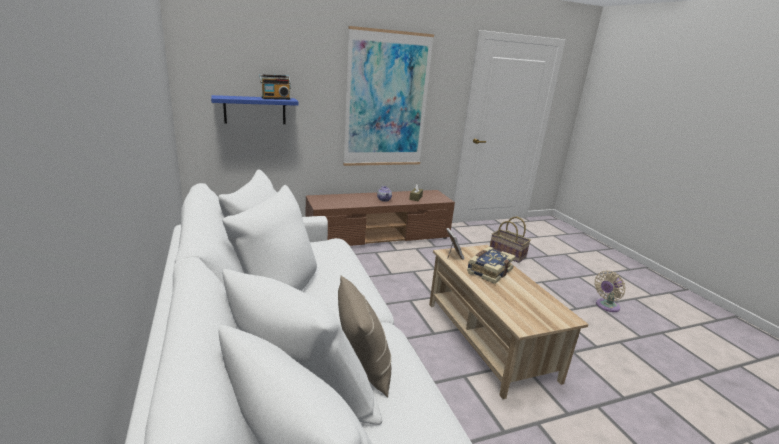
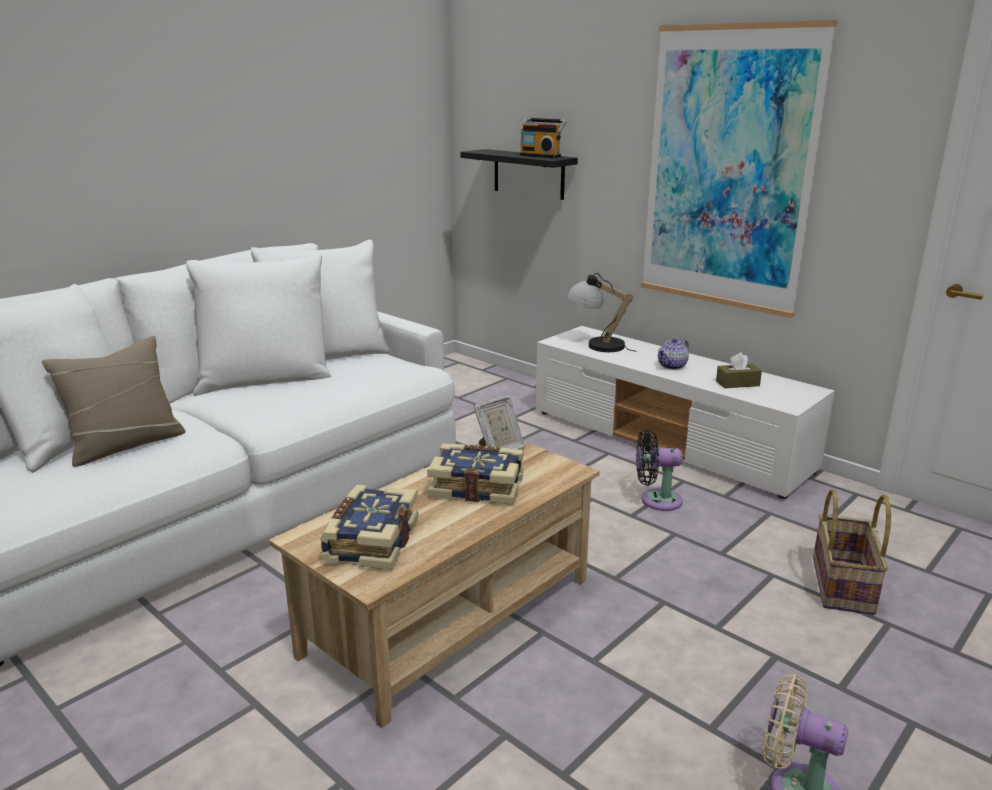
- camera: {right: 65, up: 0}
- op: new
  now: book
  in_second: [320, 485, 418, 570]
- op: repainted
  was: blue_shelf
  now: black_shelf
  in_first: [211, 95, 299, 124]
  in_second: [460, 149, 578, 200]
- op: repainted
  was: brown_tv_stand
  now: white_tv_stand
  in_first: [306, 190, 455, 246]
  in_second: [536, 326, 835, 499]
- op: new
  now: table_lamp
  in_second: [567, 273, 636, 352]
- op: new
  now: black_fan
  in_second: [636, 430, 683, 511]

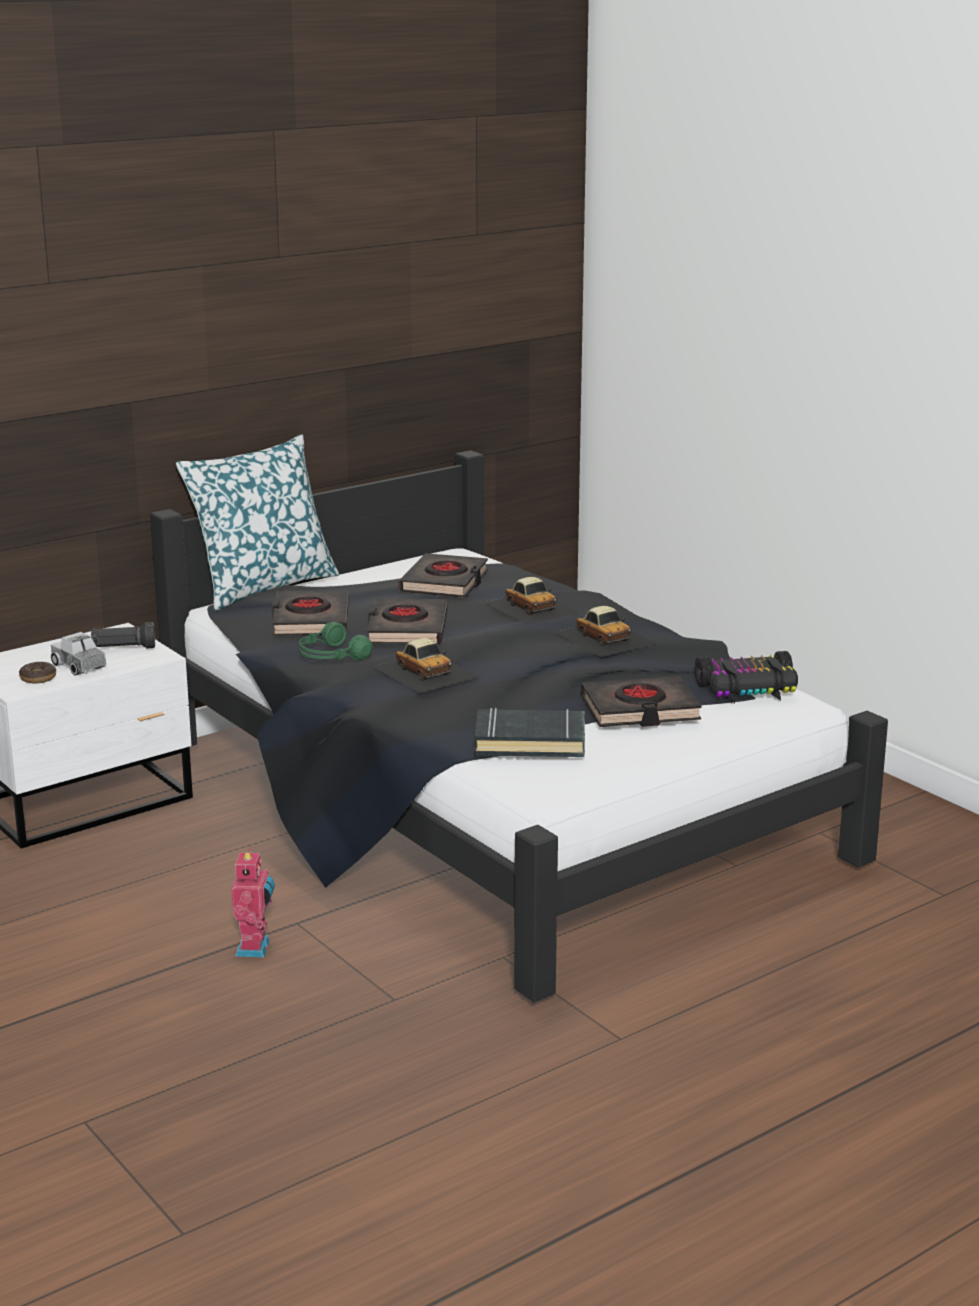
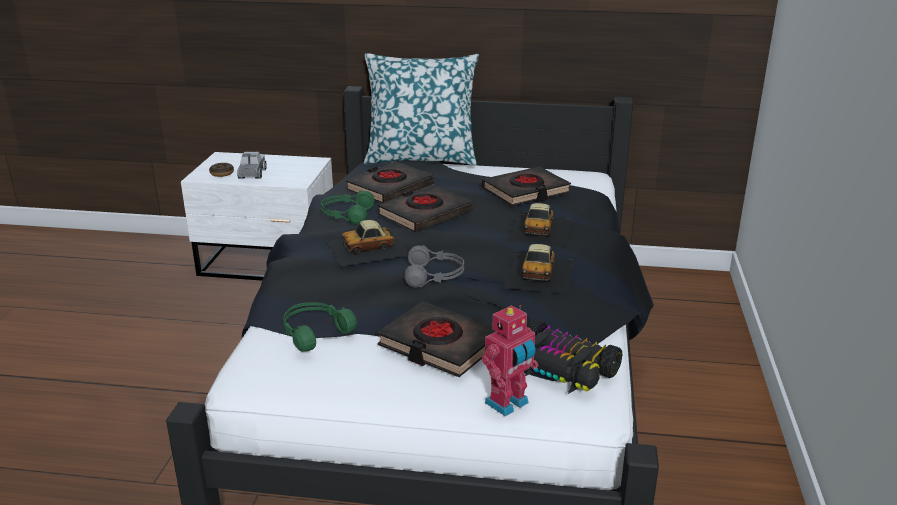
- camera: {right: 45, up: 5}
- op: swapped
  was: black_book
  now: green_headphones
  in_first: [475, 708, 585, 757]
  in_second: [283, 302, 357, 352]
- op: rotated
  was: toy_car
  in_first: [373, 638, 479, 693]
  in_second: [327, 220, 409, 266]
  clockwise: 60
- op: new
  now: grey_headphones
  in_second: [404, 245, 464, 288]
- op: shifted
  was: toy_robot
  in_first: [231, 849, 275, 957]
  in_second: [482, 305, 538, 416]
- op: gone
  was: black_flashlight
  in_first: [91, 622, 155, 648]

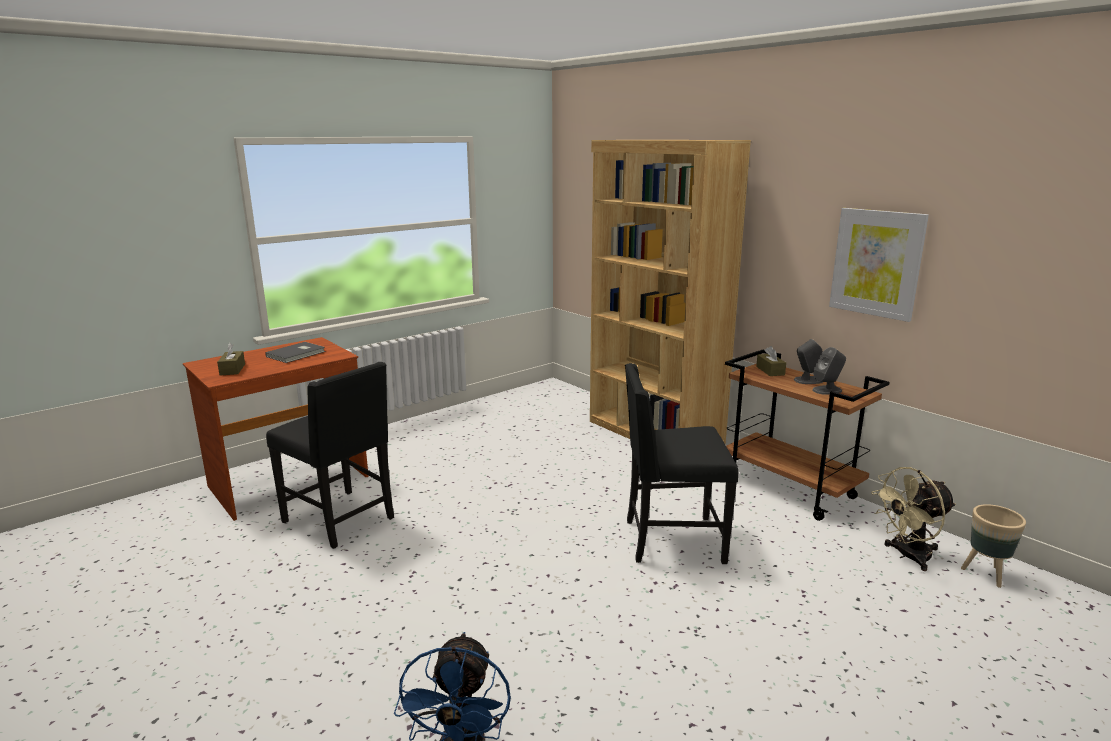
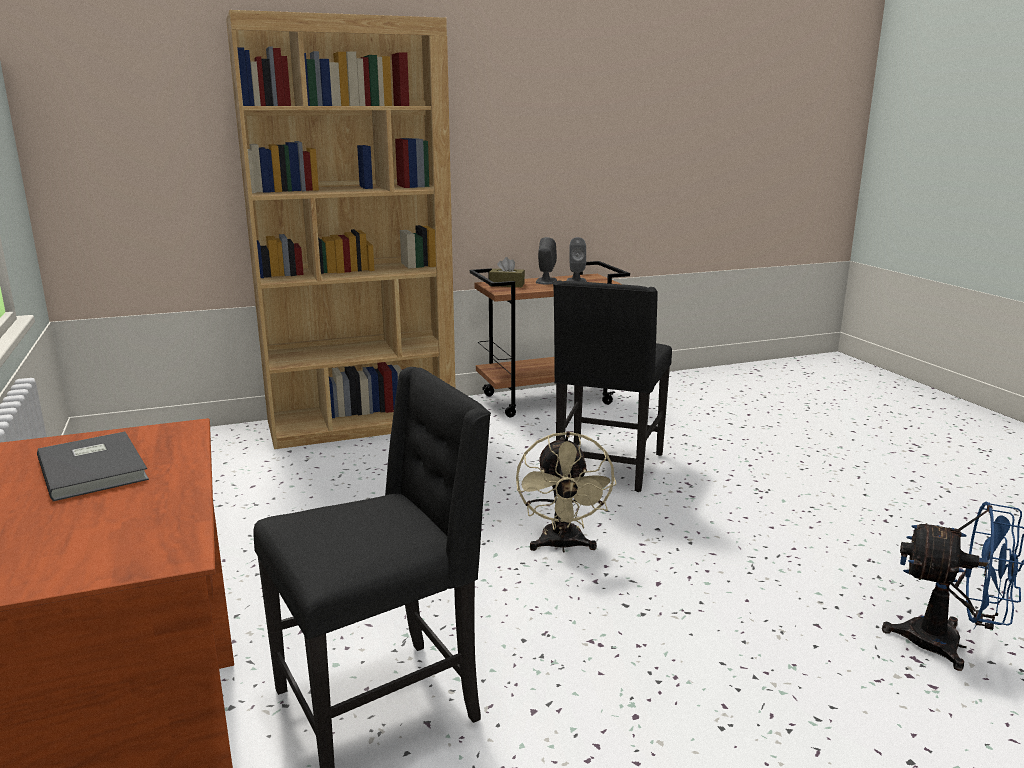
- camera: {right: -70, up: 0}
- op: shifted
  was: beige_fan
  in_first: [871, 467, 956, 571]
  in_second: [516, 431, 616, 553]
- op: gone
  was: brown_tissue_box
  in_first: [217, 343, 245, 376]
- op: gone
  was: picture
  in_first: [829, 208, 929, 322]
- op: gone
  was: beige_planter
  in_first: [961, 504, 1026, 588]

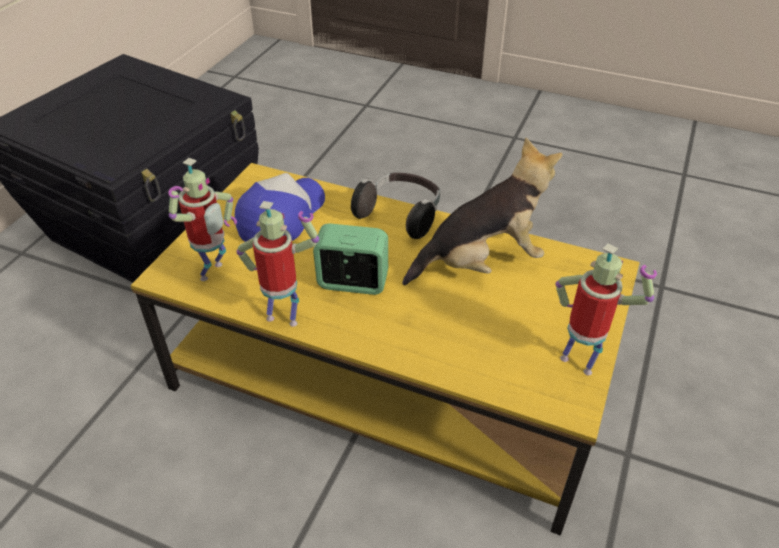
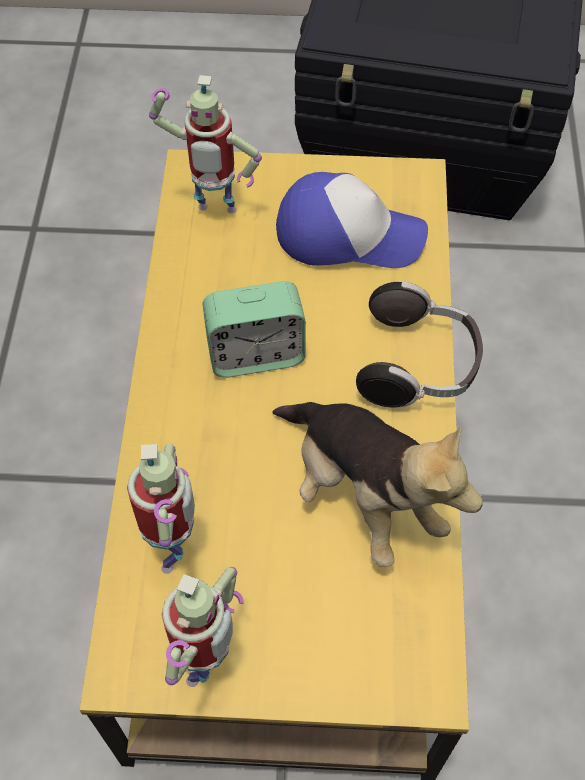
- camera: {right: 70, up: 15}
- op: shifted
  was: toy_robot
  in_first: [236, 201, 319, 327]
  in_second: [127, 444, 195, 574]
- op: rotated
  was: alarm_clock
  in_first: [313, 223, 388, 295]
  in_second: [203, 281, 306, 378]
  clockwise: 90

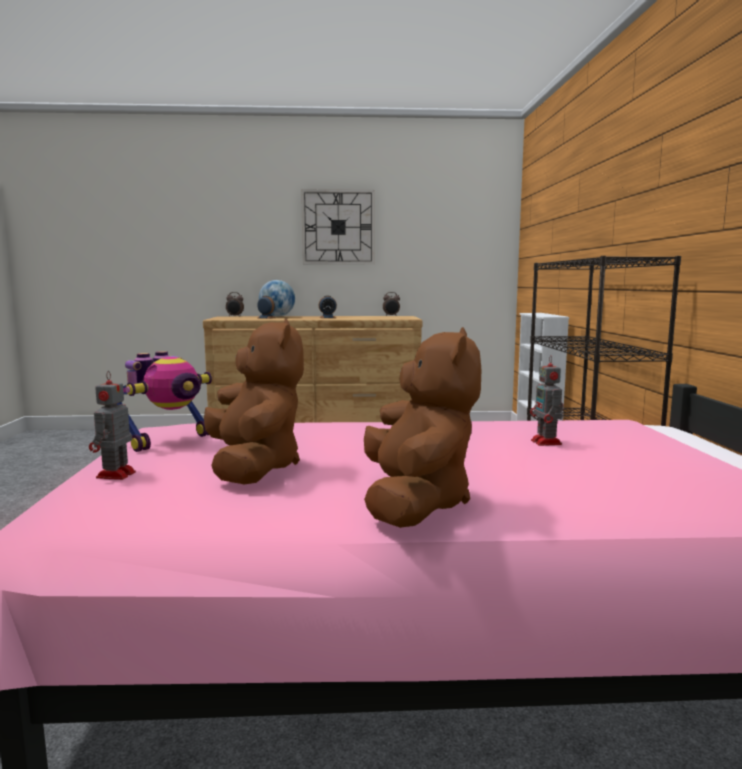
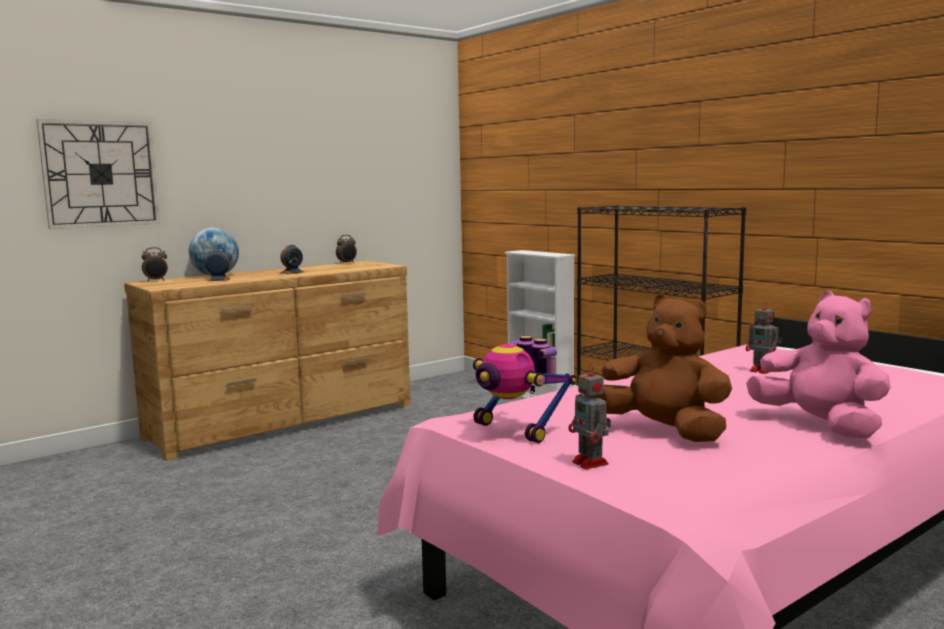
- camera: {right: -35, up: 0}
- op: shifted
  was: wall_clock
  in_first: [301, 189, 375, 264]
  in_second: [36, 119, 160, 229]
- op: rotated
  was: toy_robot
  in_first: [117, 351, 213, 452]
  in_second: [473, 336, 577, 443]
  clockwise: 135
- op: repainted
  was: brown_plush_toy
  now: pink_plush_toy
  in_first: [364, 327, 481, 528]
  in_second: [746, 291, 891, 438]

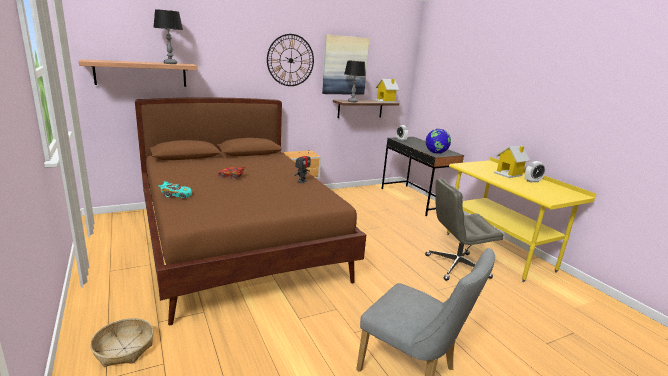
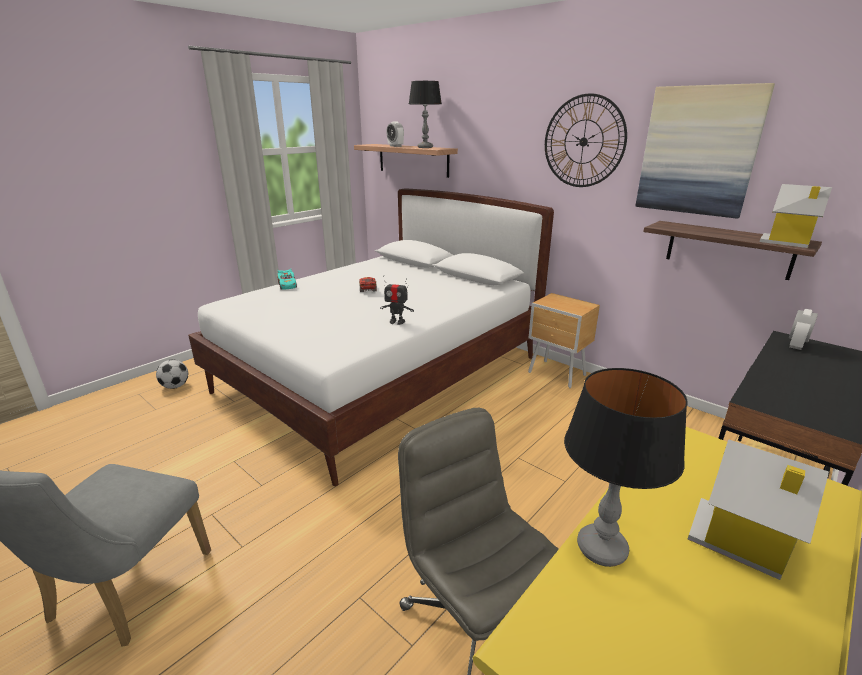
- camera: {right: 70, up: 5}
- op: swapped
  was: basket
  now: football
  in_first: [90, 318, 154, 367]
  in_second: [156, 360, 188, 389]
- op: repainted
  was: brown_bed
  now: white_bed
  in_first: [135, 97, 366, 325]
  in_second: [188, 188, 554, 486]
- op: shifted
  was: alarm_clock
  in_first: [524, 161, 545, 182]
  in_second: [386, 121, 404, 147]
- op: shifted
  was: table_lamp
  in_first: [344, 61, 366, 102]
  in_second: [564, 368, 687, 567]
- op: gone
  was: globe
  in_first: [426, 129, 451, 154]

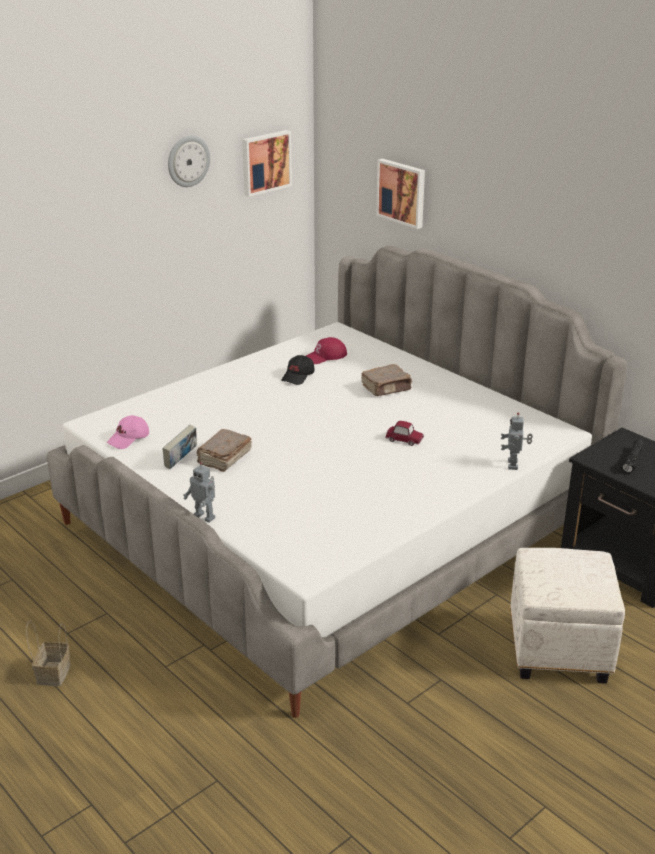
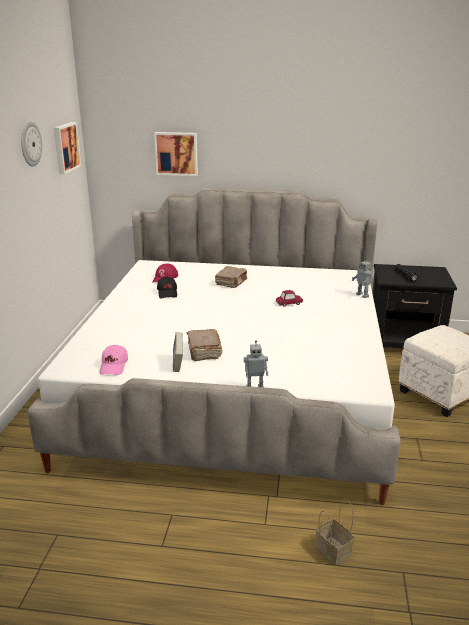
- camera: {right: -40, up: -5}
- op: shifted
  was: basket
  in_first: [26, 621, 71, 686]
  in_second: [316, 498, 355, 565]

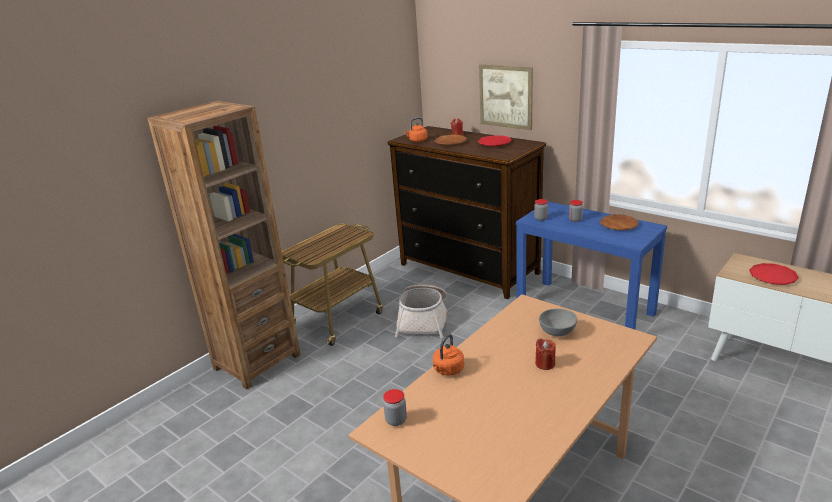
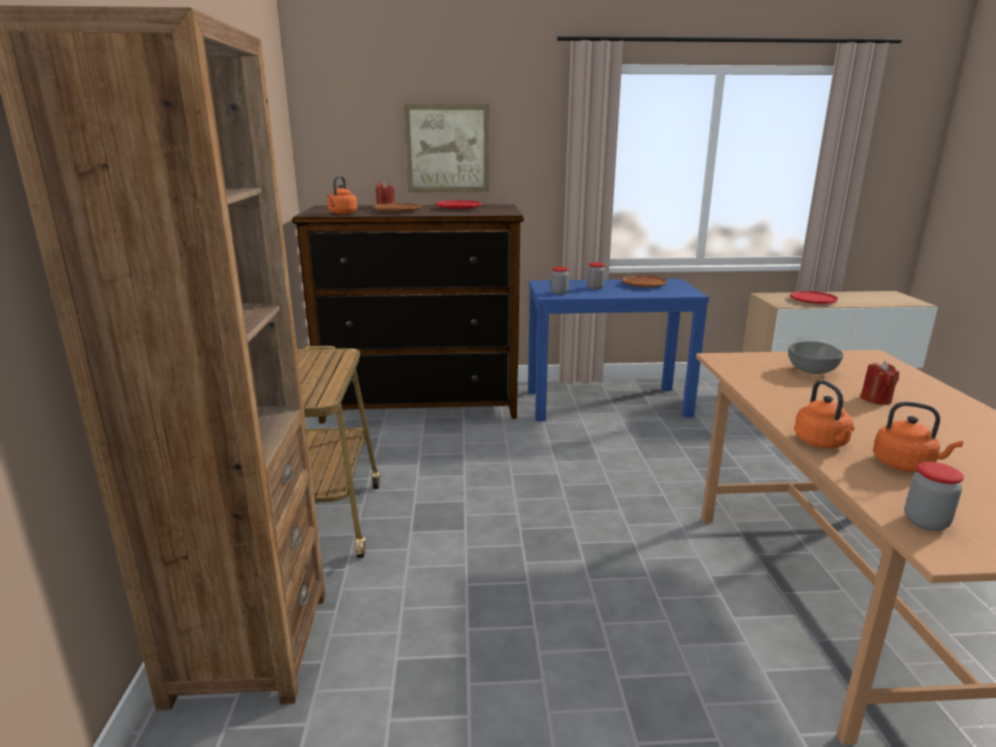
- camera: {right: -45, up: -5}
- op: new
  now: orange_kettle
  in_second: [873, 402, 963, 472]
- op: gone
  was: basket
  in_first: [395, 284, 448, 339]

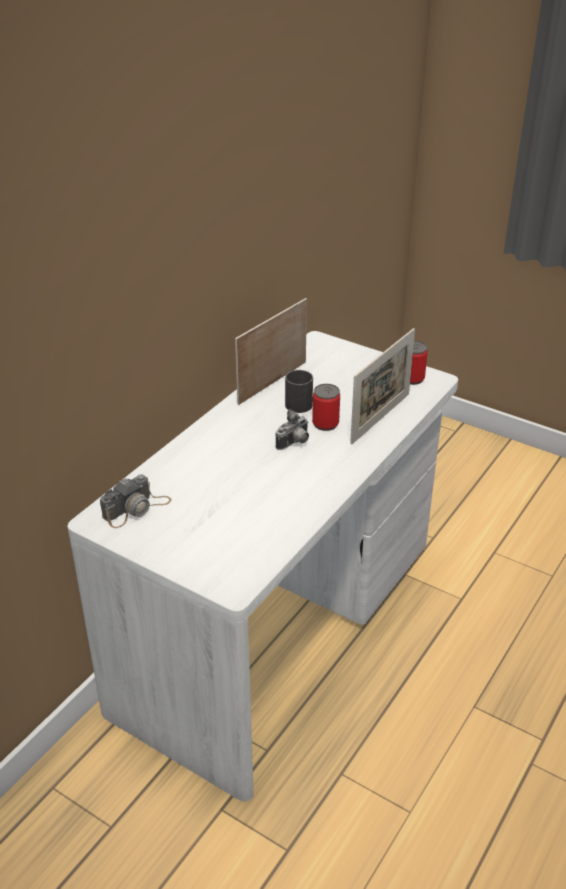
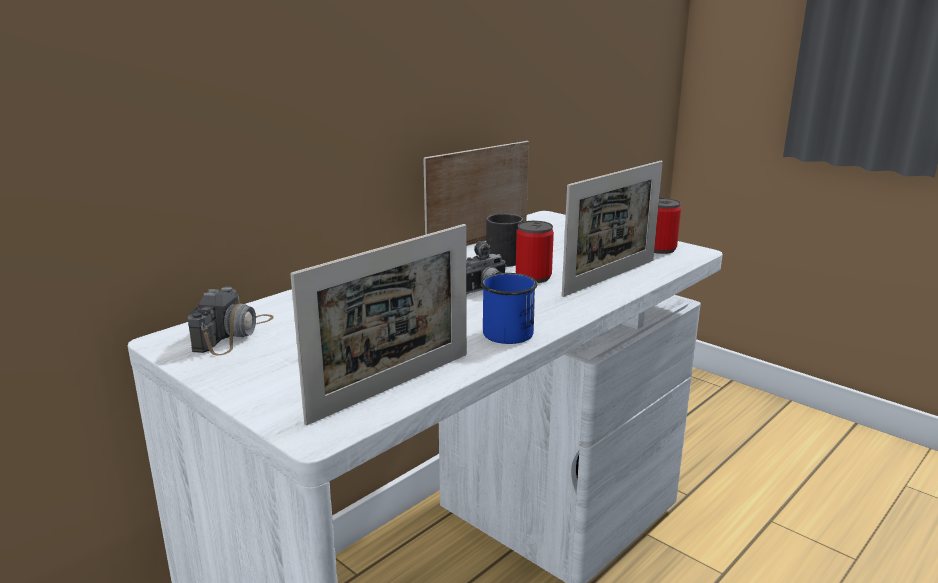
- camera: {right: 10, up: -15}
- op: rotated
  was: photo_camera
  in_first: [100, 474, 171, 528]
  in_second: [188, 287, 274, 355]
  clockwise: -45
- op: new
  now: picture_frame
  in_second: [290, 224, 467, 425]
- op: new
  now: blue_mug
  in_second: [481, 273, 538, 344]

